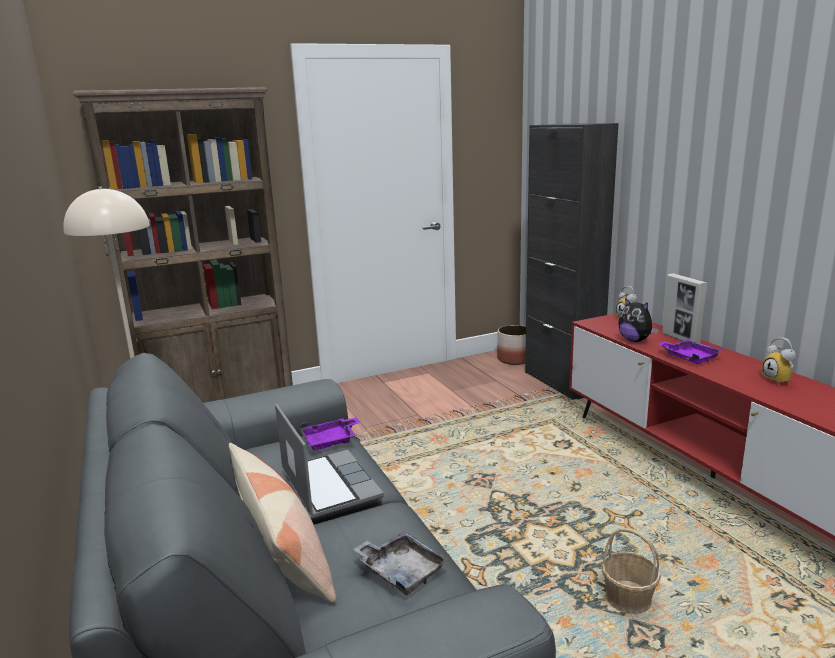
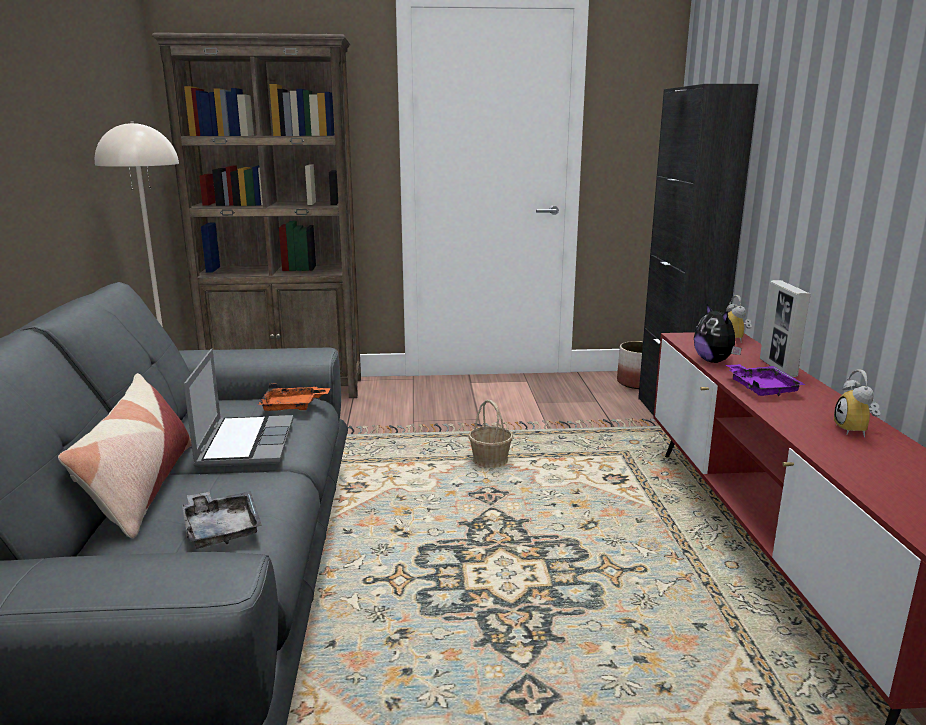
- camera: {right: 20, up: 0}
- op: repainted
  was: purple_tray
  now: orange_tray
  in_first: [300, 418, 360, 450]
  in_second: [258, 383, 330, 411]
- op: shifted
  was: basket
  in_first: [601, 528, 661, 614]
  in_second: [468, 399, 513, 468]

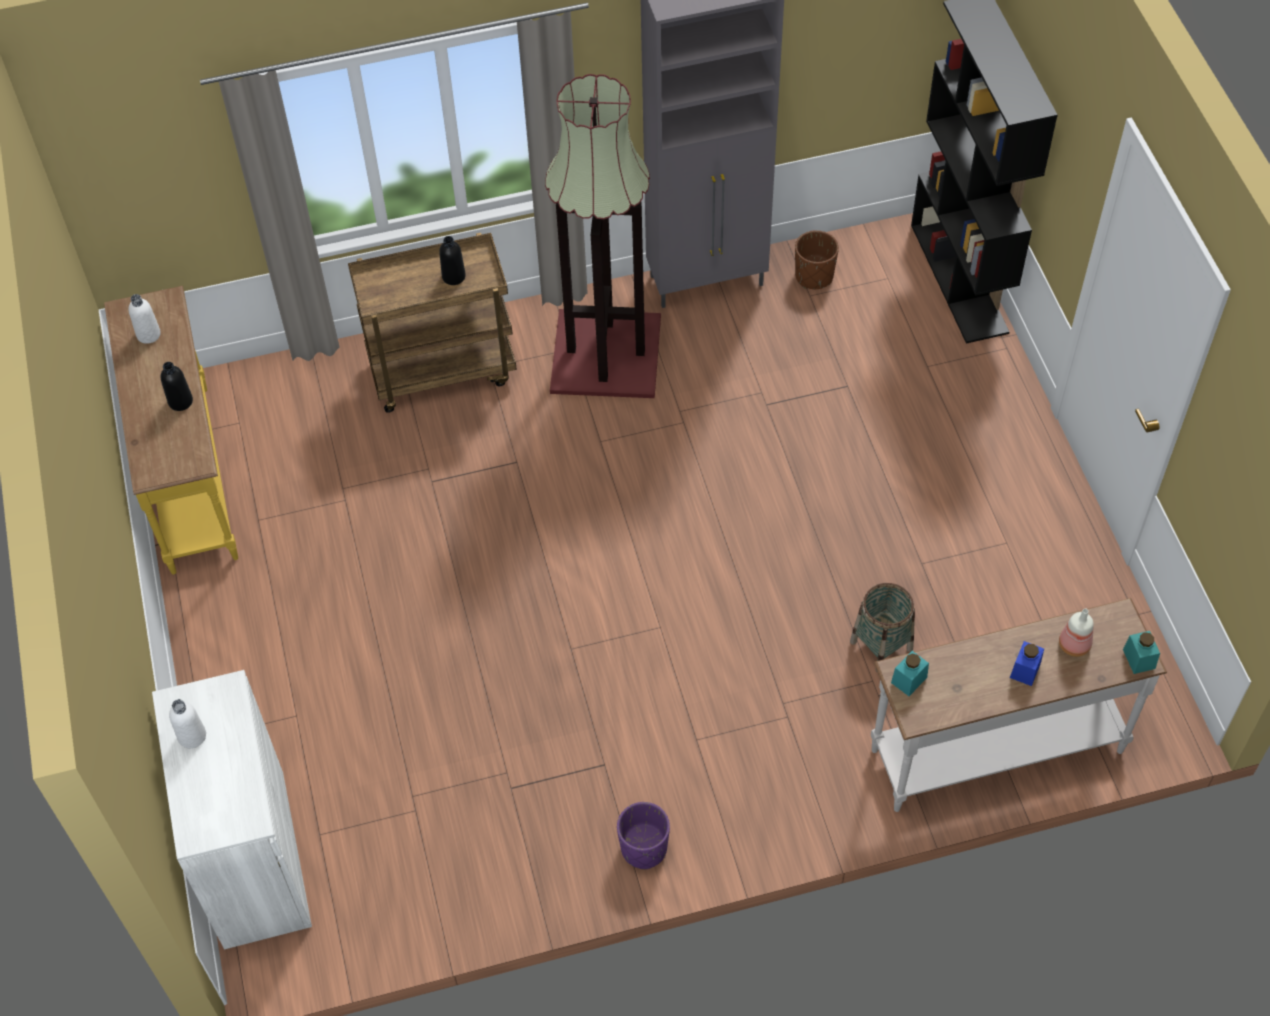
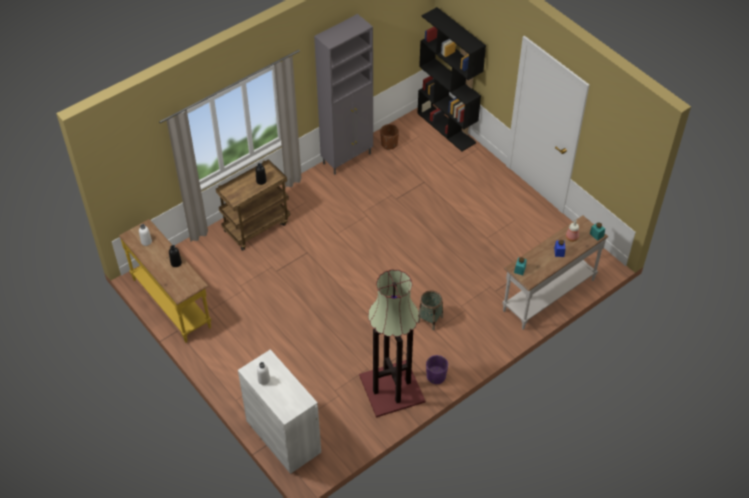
- camera: {right: -25, up: -5}
- op: shifted
  was: floor_lamp
  in_first: [545, 74, 661, 398]
  in_second: [359, 269, 425, 417]
- op: shifted
  was: basket
  in_first: [850, 583, 915, 672]
  in_second: [418, 290, 443, 330]

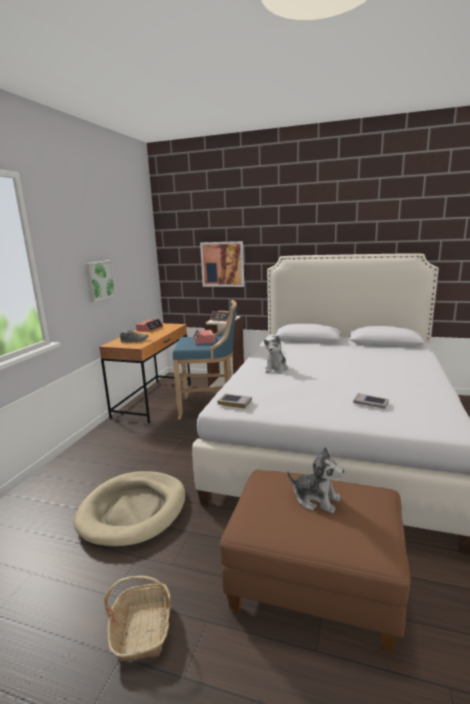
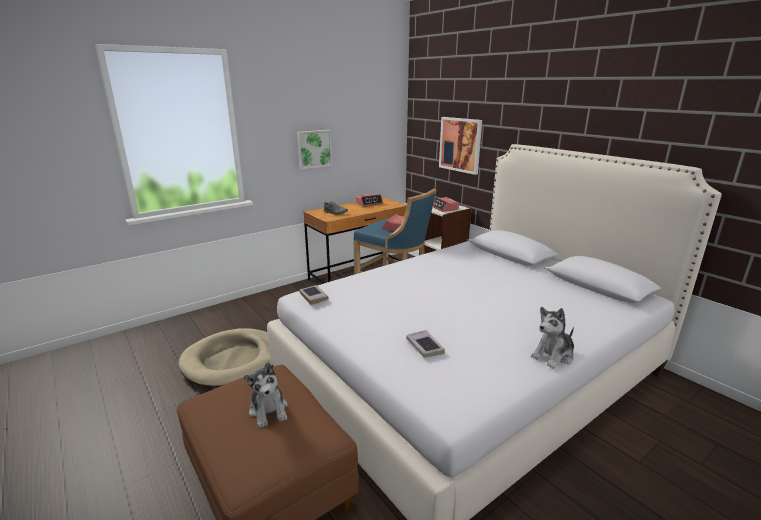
- camera: {right: 35, up: 5}
- op: shifted
  was: plush_toy
  in_first: [264, 335, 288, 374]
  in_second: [531, 307, 574, 369]
- op: gone
  was: basket
  in_first: [104, 575, 171, 662]

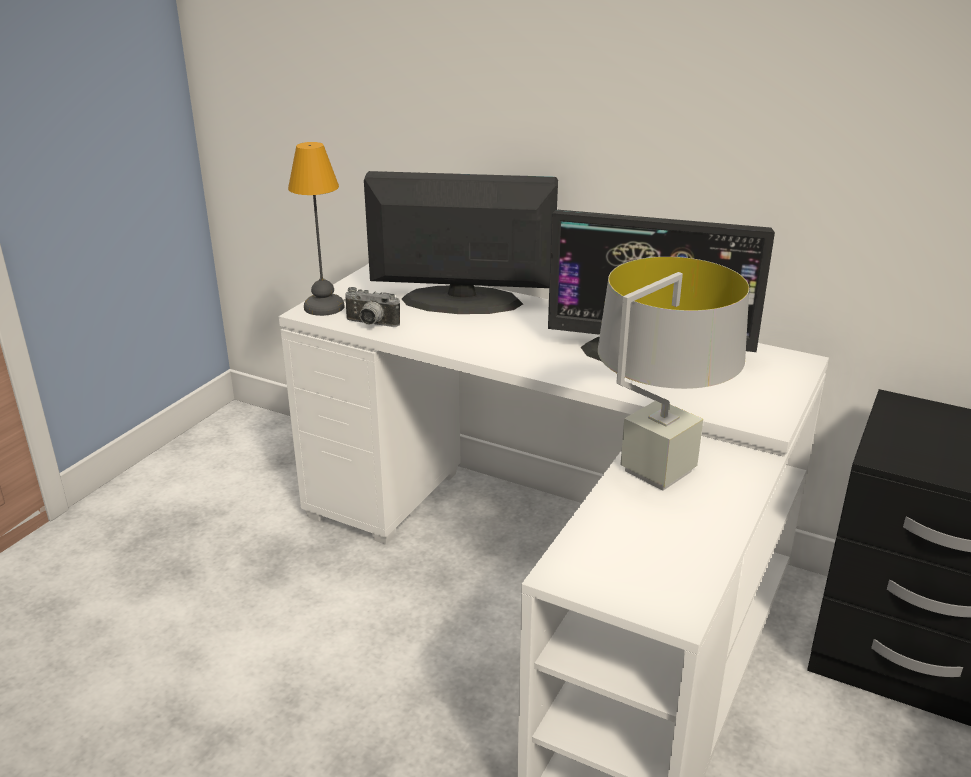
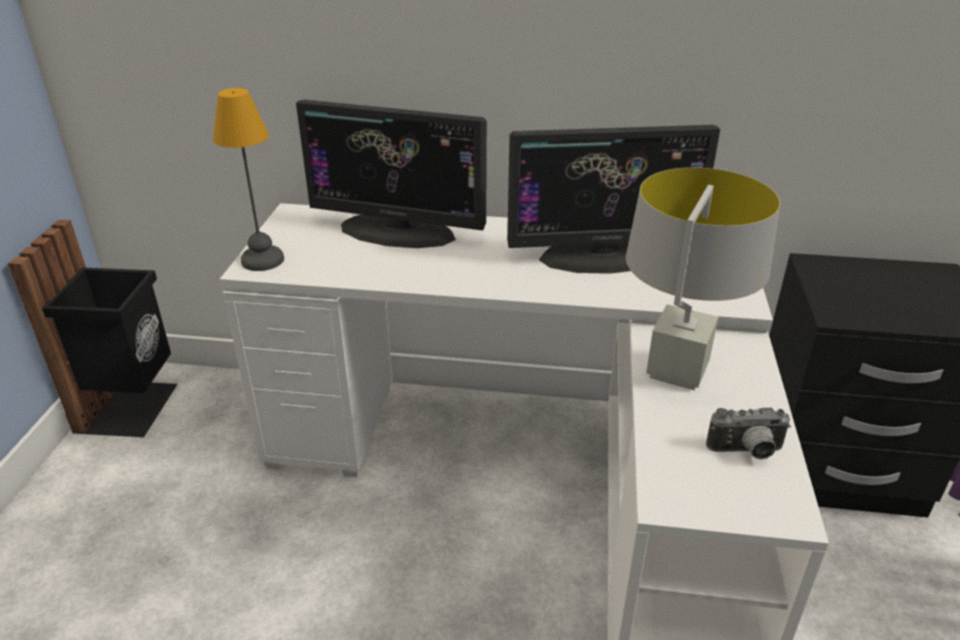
- camera: {right: -20, up: 5}
- op: new
  now: black_trash_can
  in_second: [8, 220, 177, 437]
- op: rotated
  was: monitor
  in_first: [364, 171, 558, 314]
  in_second: [296, 100, 487, 248]
  clockwise: -150
- op: shifted
  was: photo_camera
  in_first: [344, 287, 400, 327]
  in_second: [706, 408, 791, 460]

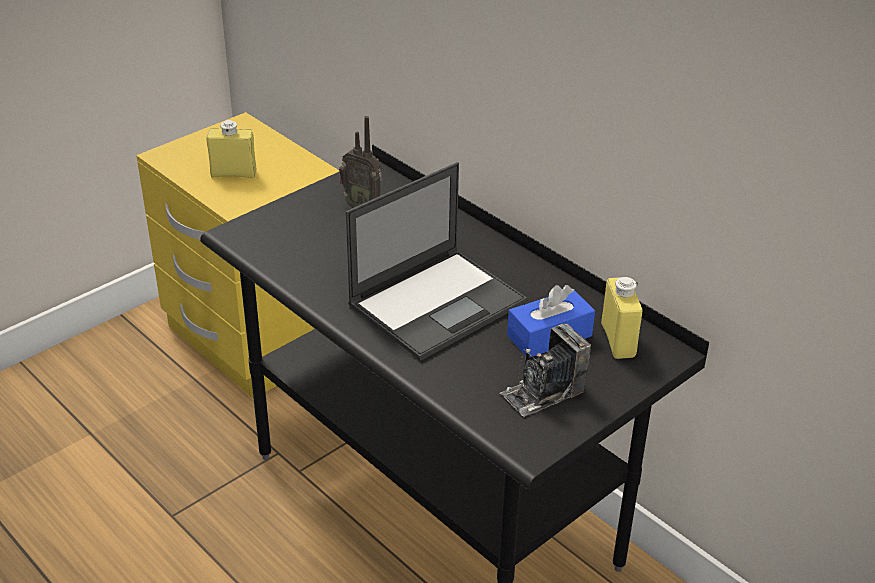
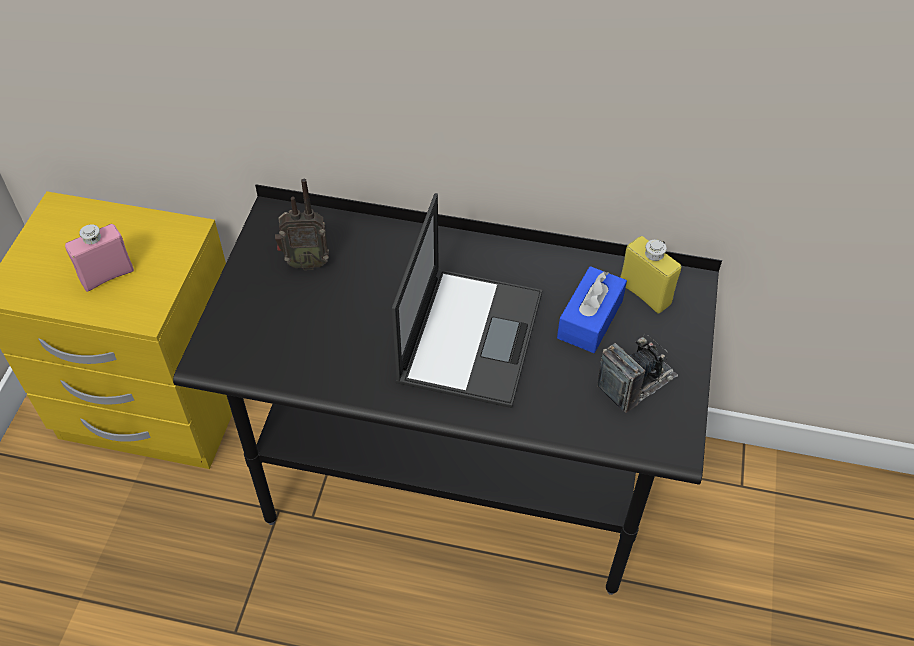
- camera: {right: -35, up: 15}
- op: repainted
  was: yellow_bottle
  now: pink_bottle
  in_first: [207, 120, 256, 178]
  in_second: [65, 224, 134, 292]
- op: rotated
  was: photo_camera
  in_first: [499, 323, 591, 417]
  in_second: [597, 333, 678, 413]
  clockwise: -150

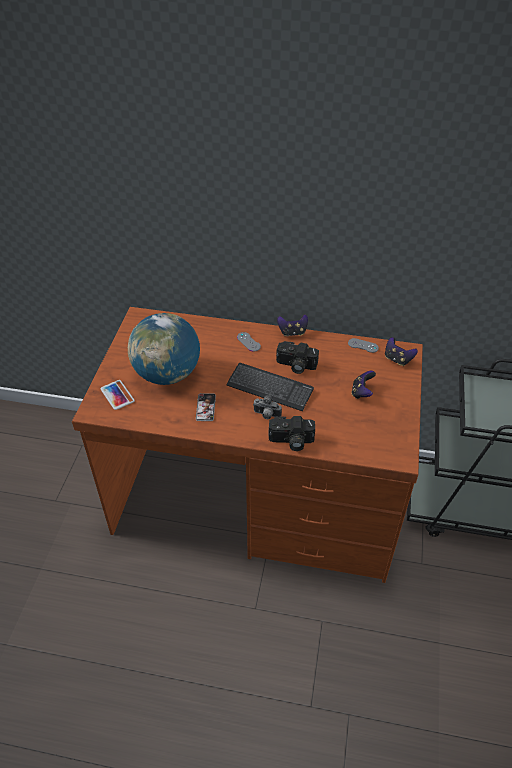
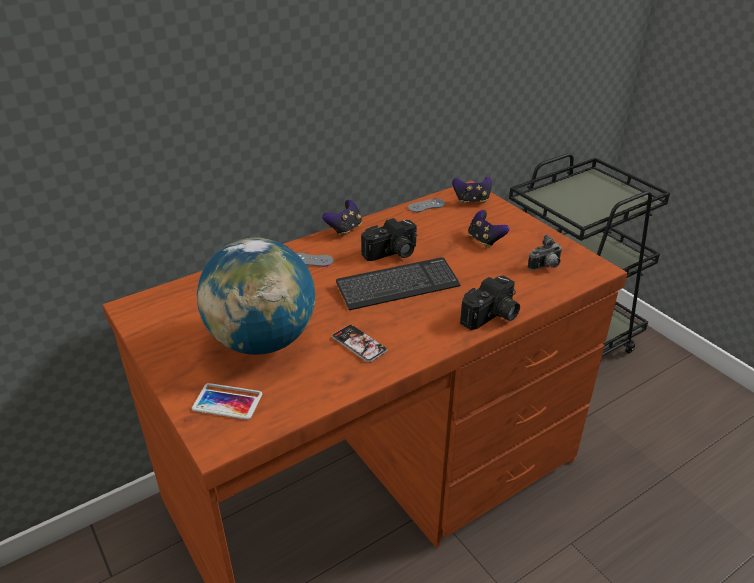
- camera: {right: -45, up: -10}
- op: shifted
  was: photo_camera
  in_first: [253, 394, 282, 419]
  in_second: [527, 235, 562, 270]

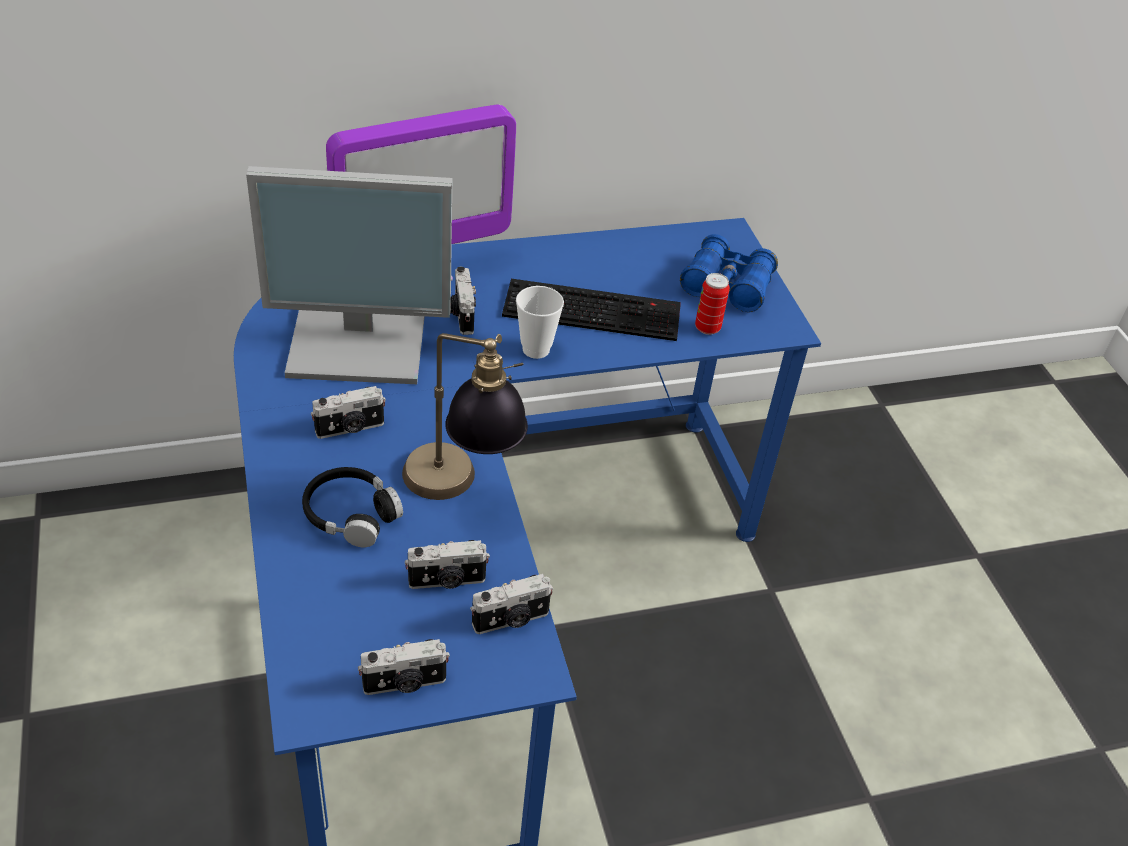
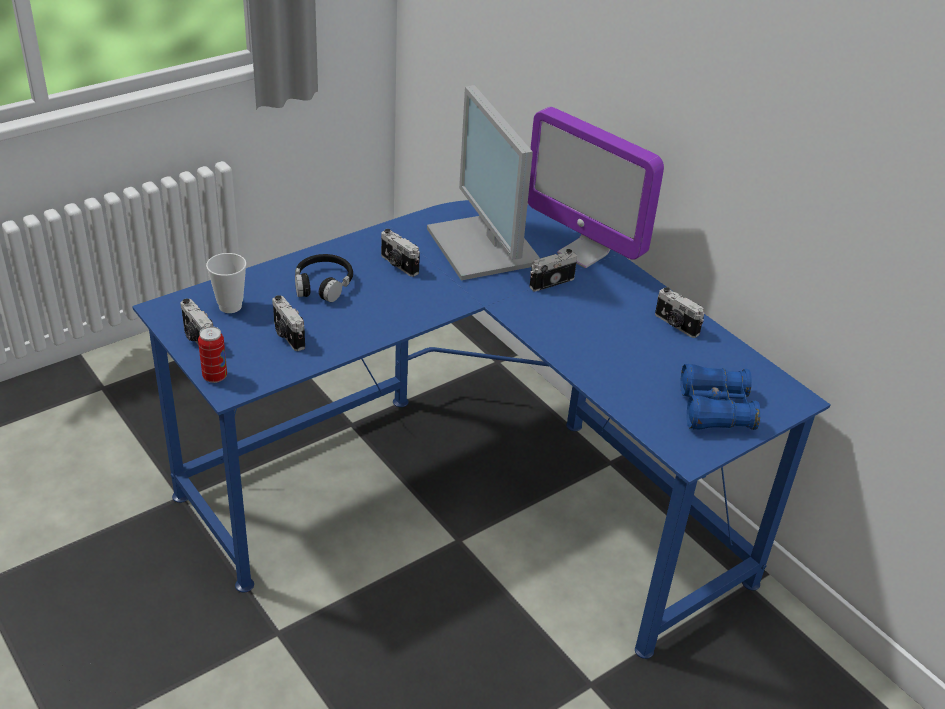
- camera: {right: 70, up: -5}
- op: shifted
  was: can
  in_first: [695, 273, 730, 335]
  in_second: [198, 326, 227, 383]
- op: shifted
  was: cup
  in_first: [516, 286, 564, 359]
  in_second: [206, 253, 247, 313]
- op: shifted
  was: photo_camera
  in_first: [470, 574, 553, 634]
  in_second: [655, 287, 704, 338]
- op: gone
  was: table_lamp
  in_first: [402, 333, 528, 500]
- op: gone
  was: keyboard
  in_first: [502, 279, 681, 341]

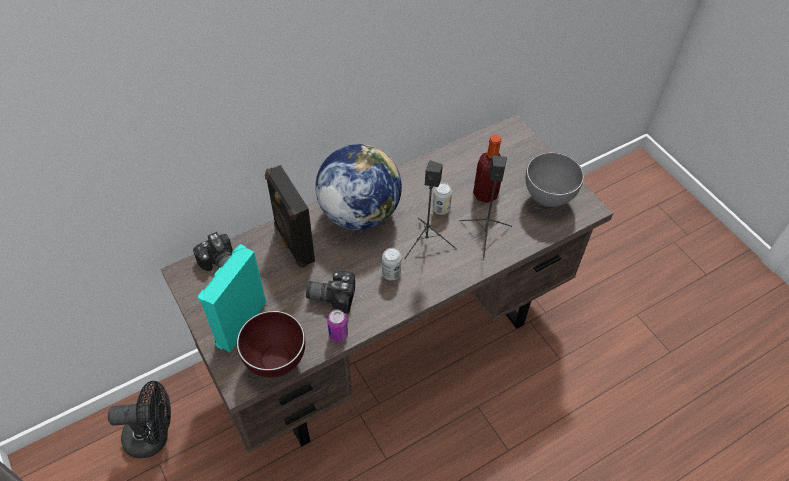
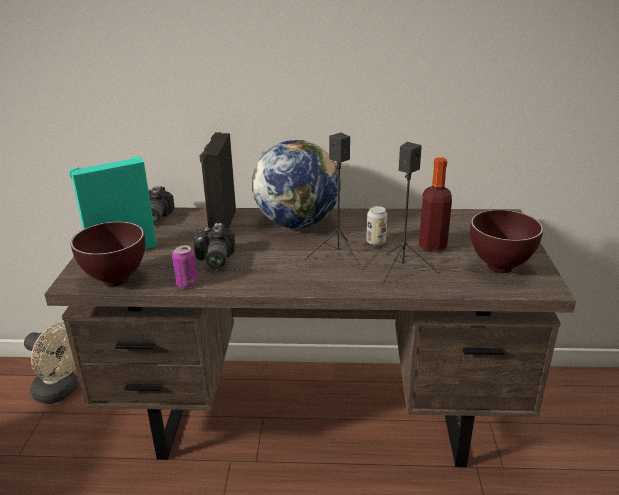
- camera: {right: 35, up: -25}
- op: repainted
  was: black_fan
  now: beige_fan
  in_first: [108, 381, 171, 458]
  in_second: [24, 322, 78, 404]
- op: rotated
  was: photo_camera
  in_first: [306, 271, 355, 314]
  in_second: [193, 223, 235, 269]
  clockwise: -135
- op: repainted
  was: grey_bowl
  now: brown_bowl
  in_first: [525, 152, 584, 207]
  in_second: [470, 210, 543, 273]
- op: gone
  was: can
  in_first: [382, 248, 402, 281]

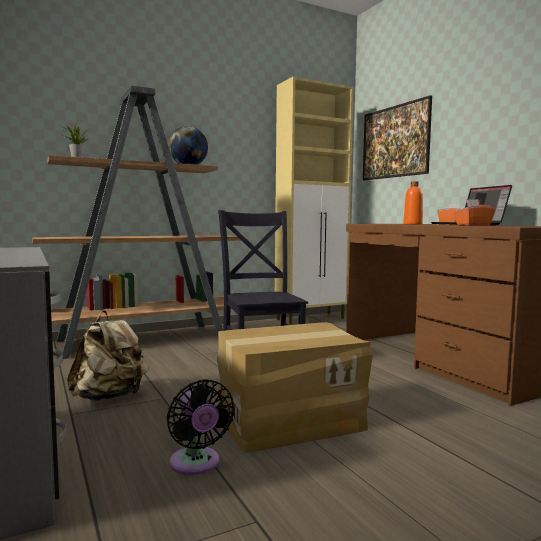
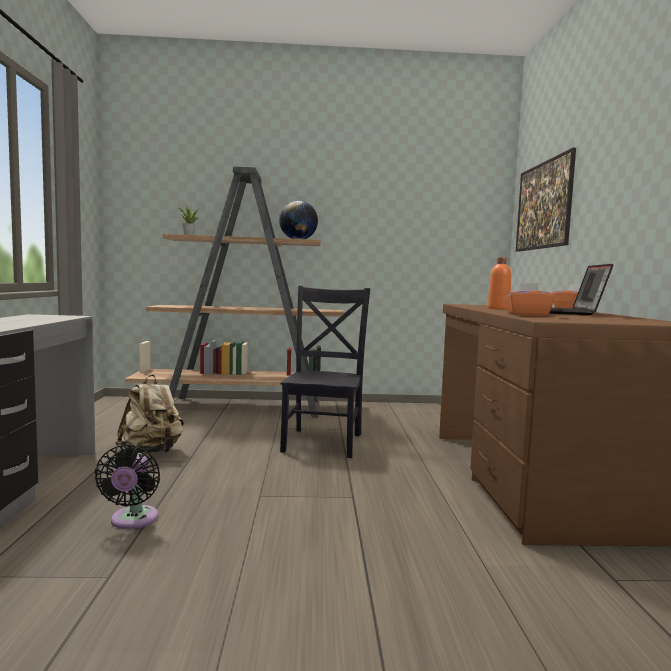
- camera: {right: 25, up: 0}
- op: gone
  was: cardboard_box
  in_first: [217, 322, 372, 453]
- op: gone
  was: beige_cabinet
  in_first: [275, 77, 353, 325]

